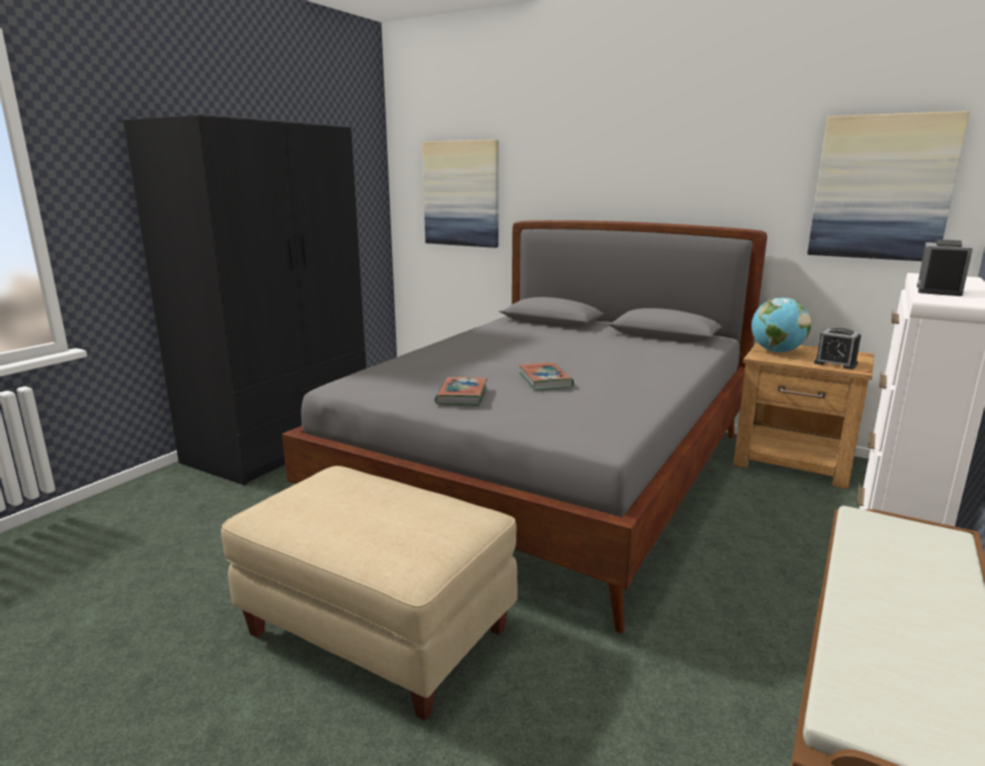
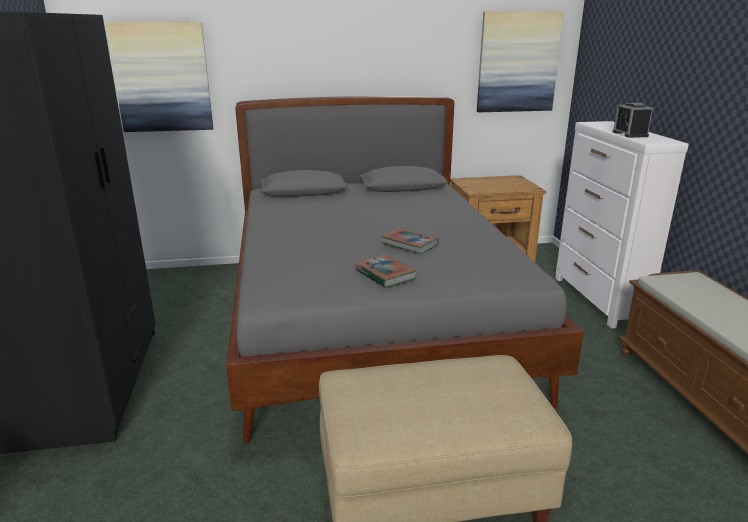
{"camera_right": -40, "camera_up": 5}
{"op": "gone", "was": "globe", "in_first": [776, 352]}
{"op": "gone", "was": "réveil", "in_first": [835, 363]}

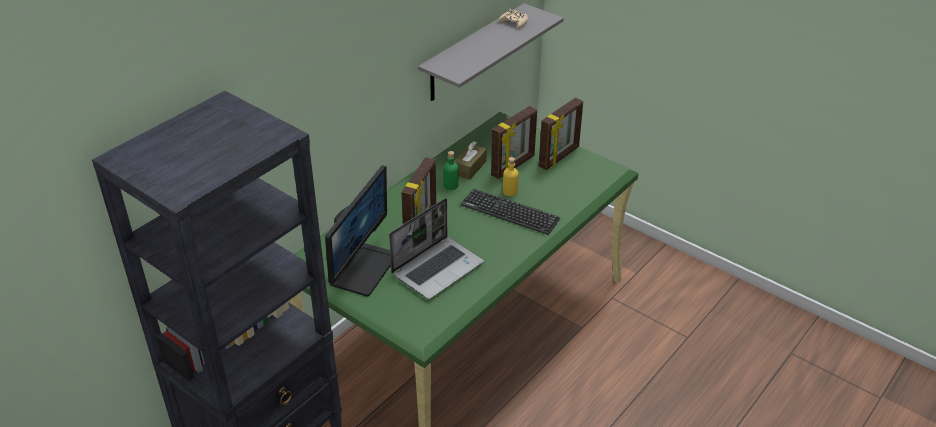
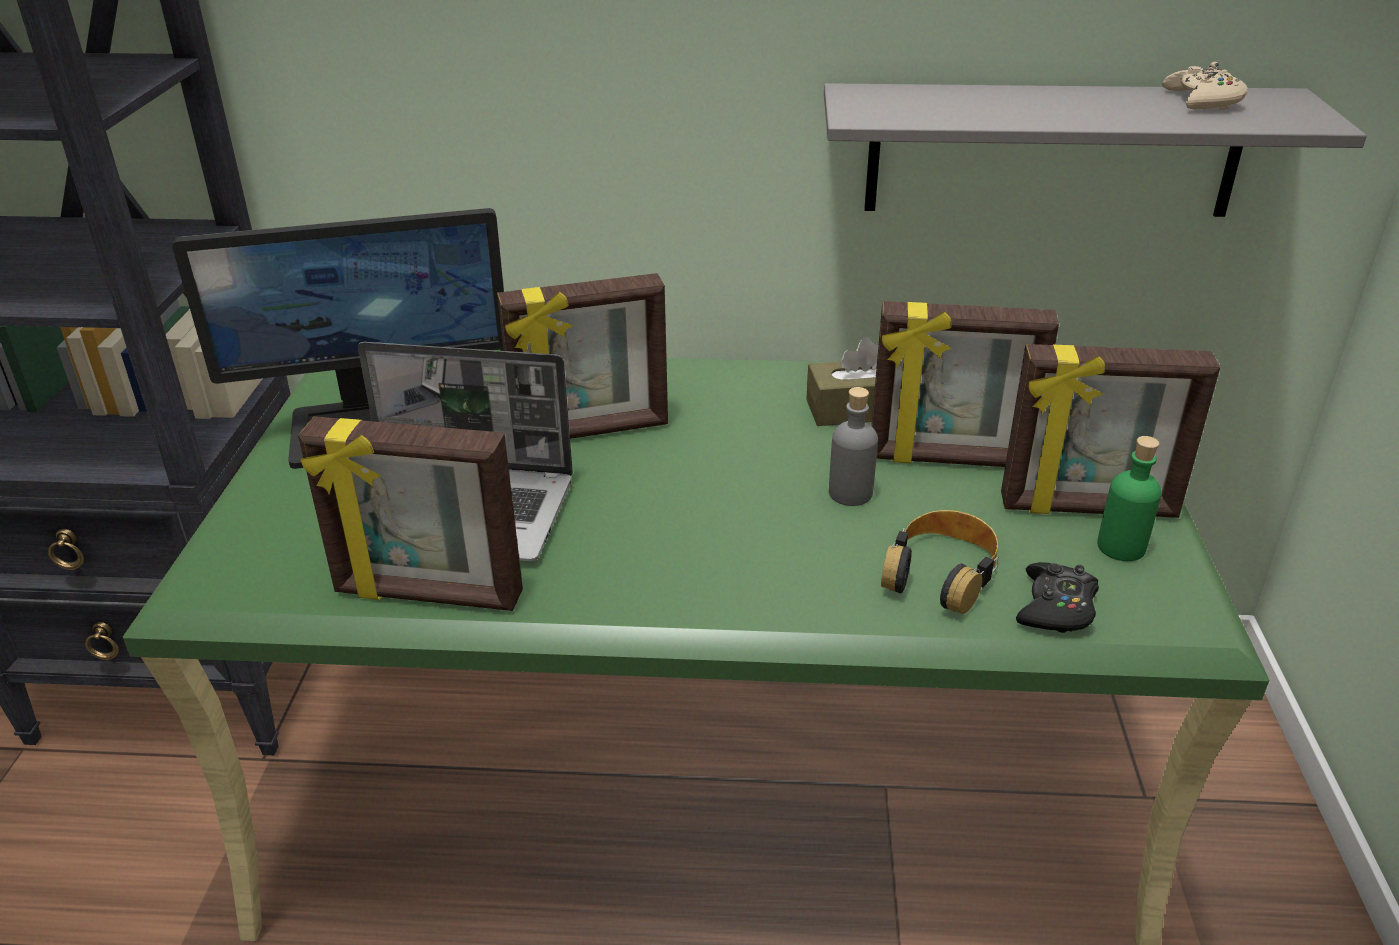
{"camera_right": 55, "camera_up": -5}
{"op": "new", "now": "cadre photo", "in_second": [428, 595]}
{"op": "repainted", "was": "bouteille [jaune]", "now": "bouteille [gris]", "in_first": [510, 191], "in_second": [850, 493]}
{"op": "new", "now": "casque audio", "in_second": [941, 573]}
{"op": "new", "now": "manette [noir]", "in_second": [1056, 608]}
{"op": "shifted", "was": "bouteille [vert]", "in_first": [451, 185], "in_second": [1121, 547]}
{"op": "gone", "was": "clavier", "in_first": [509, 212]}

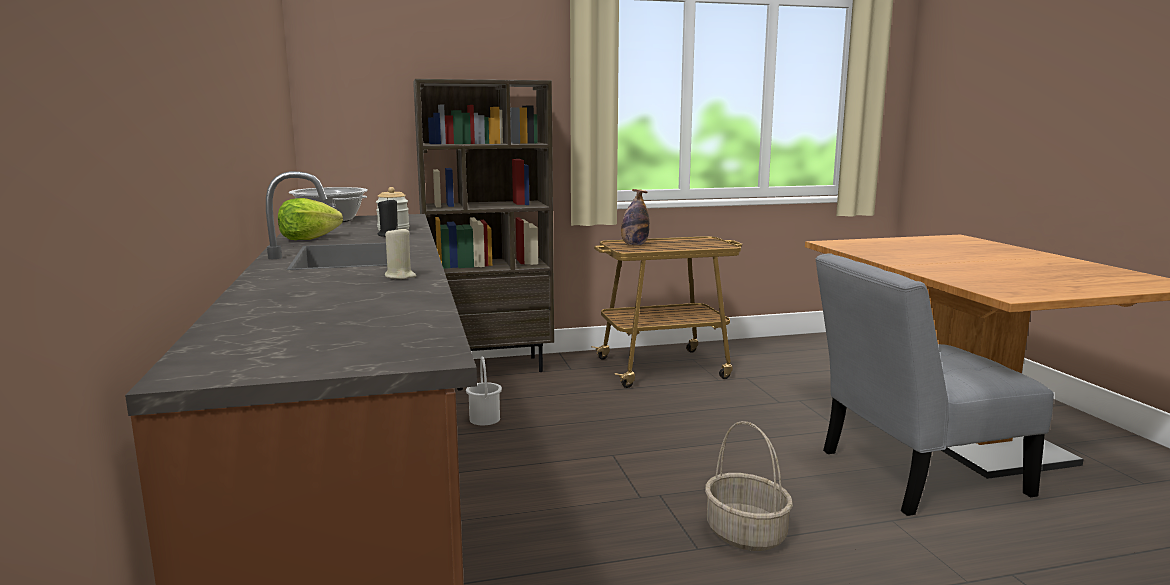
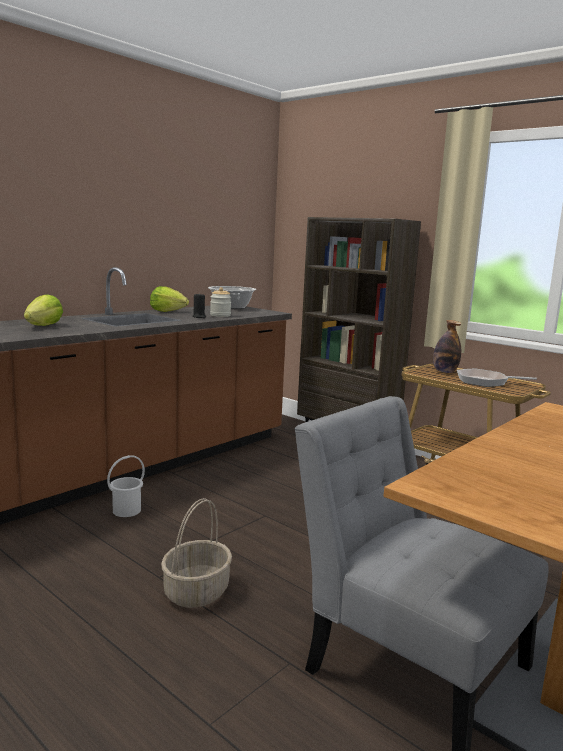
{"camera_right": 55, "camera_up": 0}
{"op": "new", "now": "laitue", "in_second": [43, 326]}
{"op": "shifted", "was": "seau [blanc]", "in_first": [484, 419], "in_second": [126, 510]}
{"op": "new", "now": "poêle", "in_second": [485, 382]}
{"op": "gone", "was": "bougie [beige]", "in_first": [400, 276]}

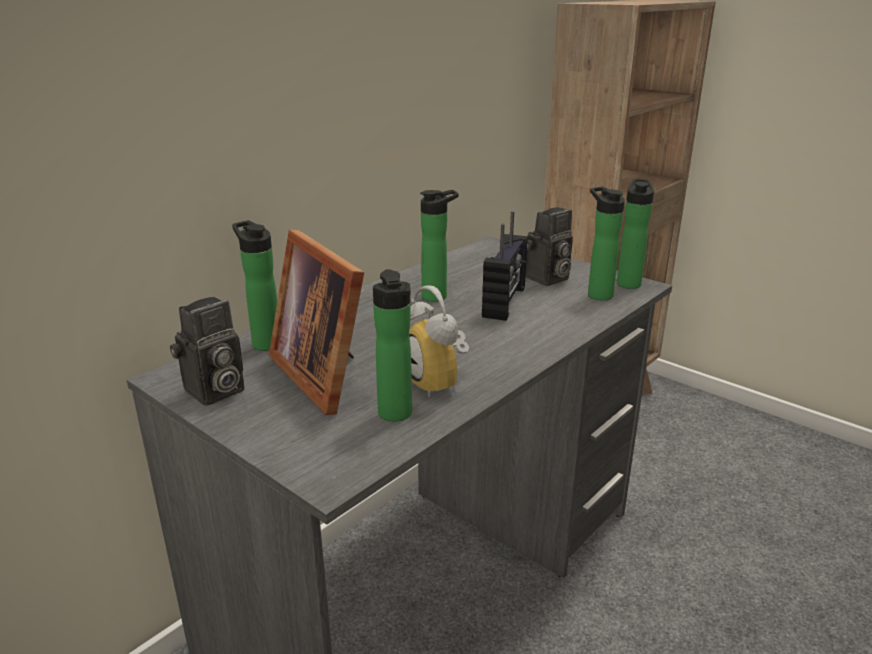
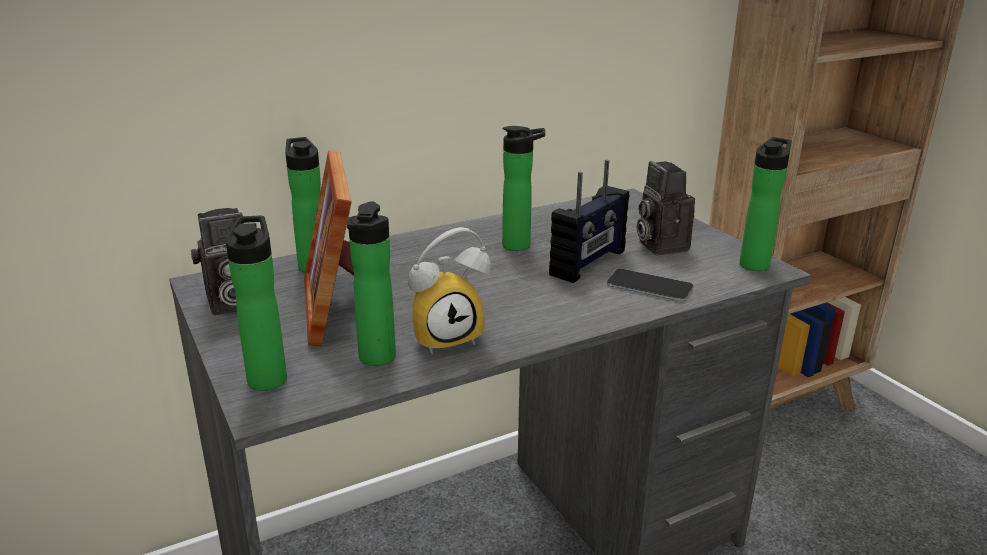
{"camera_right": 20, "camera_up": 0}
{"op": "shifted", "was": "bouteille", "in_first": [597, 294], "in_second": [268, 377]}
{"op": "rotated", "was": "réveil", "in_first": [440, 383], "in_second": [447, 336], "clockwise": -105}
{"op": "new", "now": "téléphone", "in_second": [649, 286]}
{"op": "rotated", "was": "appareil photo", "in_first": [547, 279], "in_second": [659, 245], "clockwise": 90}

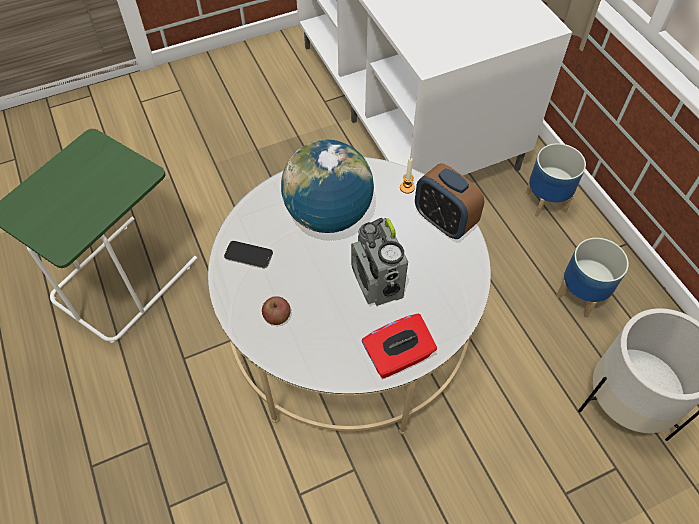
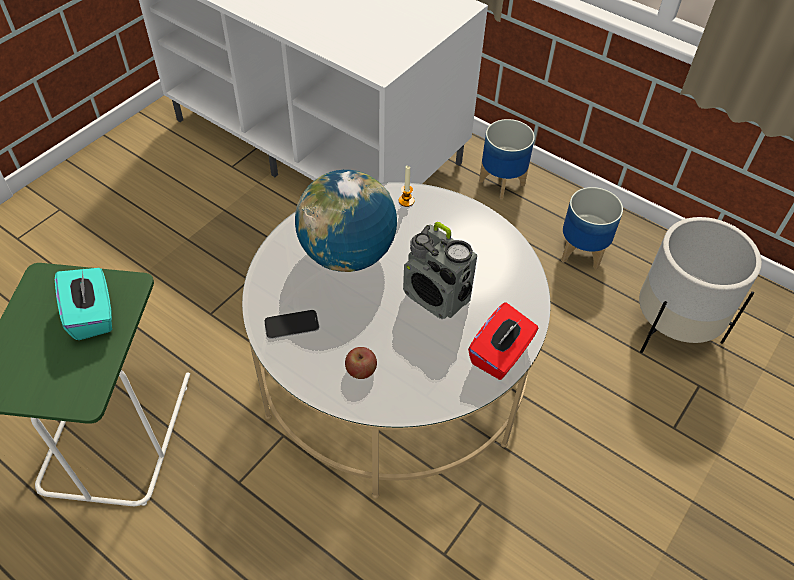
{"camera_right": -30, "camera_up": -5}
{"op": "new", "now": "boîte à mouchoirs [turquoise]", "in_second": [92, 315]}
{"op": "gone", "was": "réveil", "in_first": [444, 221]}

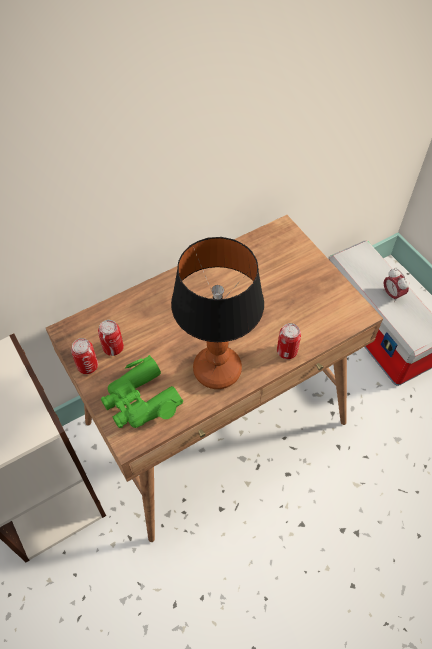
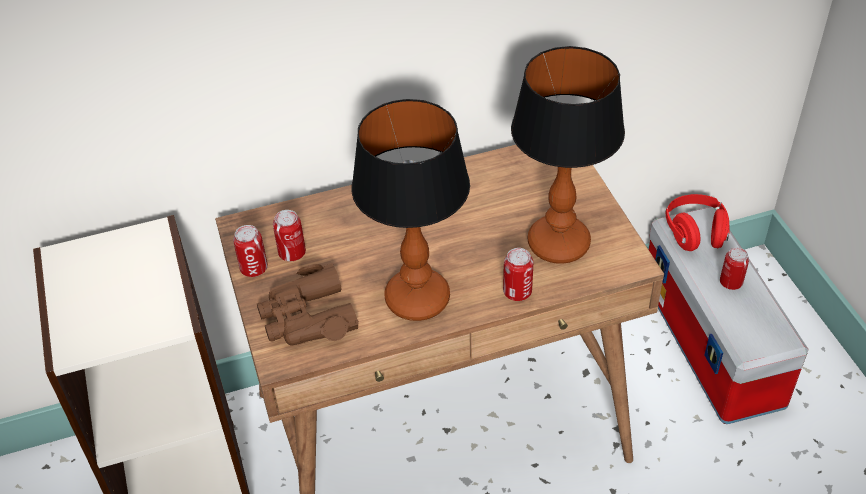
{"camera_right": 15, "camera_up": -10}
{"op": "repainted", "was": "jumelles [vert]", "now": "jumelles [marron]", "in_first": [140, 400], "in_second": [307, 318]}
{"op": "new", "now": "lampe de table", "in_second": [559, 245]}
{"op": "new", "now": "casque audio [rouge]", "in_second": [695, 233]}
{"op": "swapped", "was": "réveil", "now": "boîte métallique", "in_first": [392, 294], "in_second": [731, 282]}

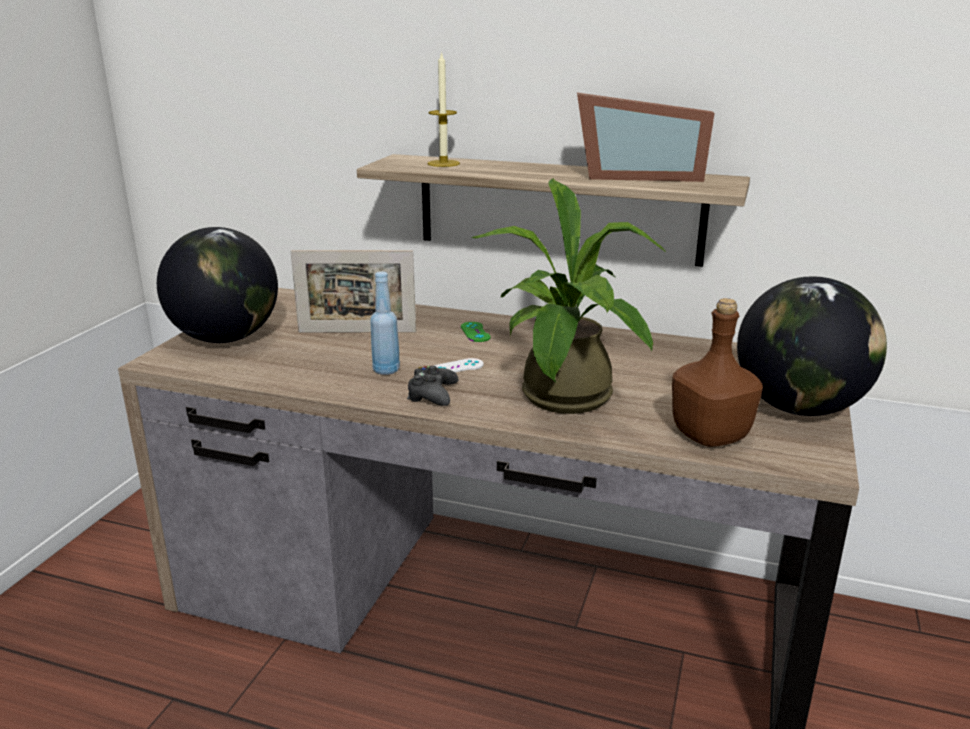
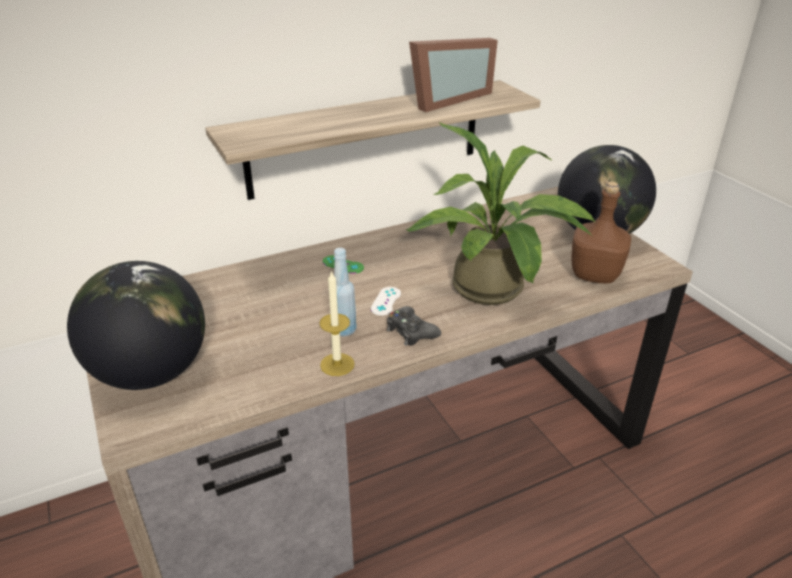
{"camera_right": -45, "camera_up": 10}
{"op": "shifted", "was": "bougie", "in_first": [443, 163], "in_second": [337, 364]}
{"op": "gone", "was": "cadre photo", "in_first": [357, 332]}

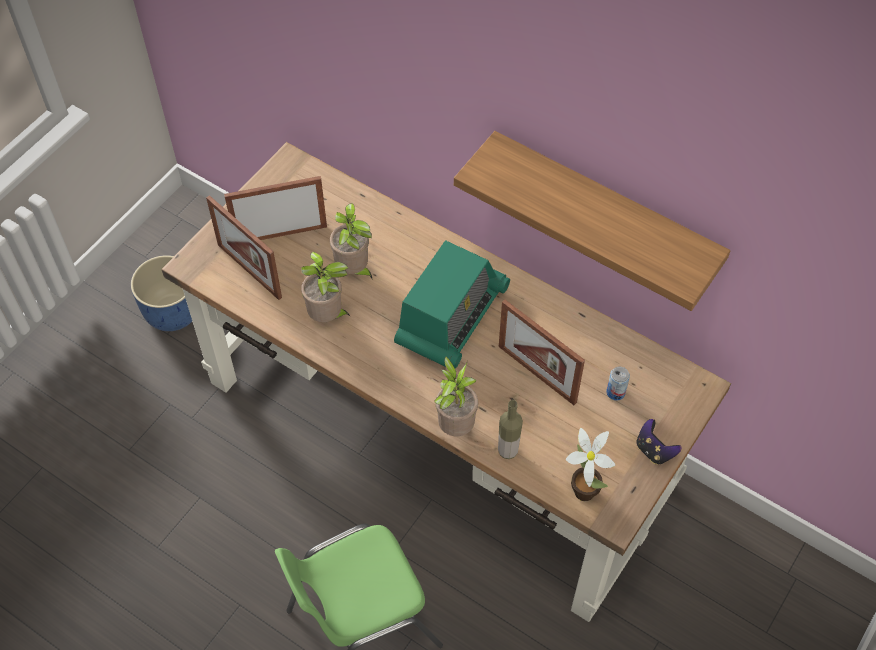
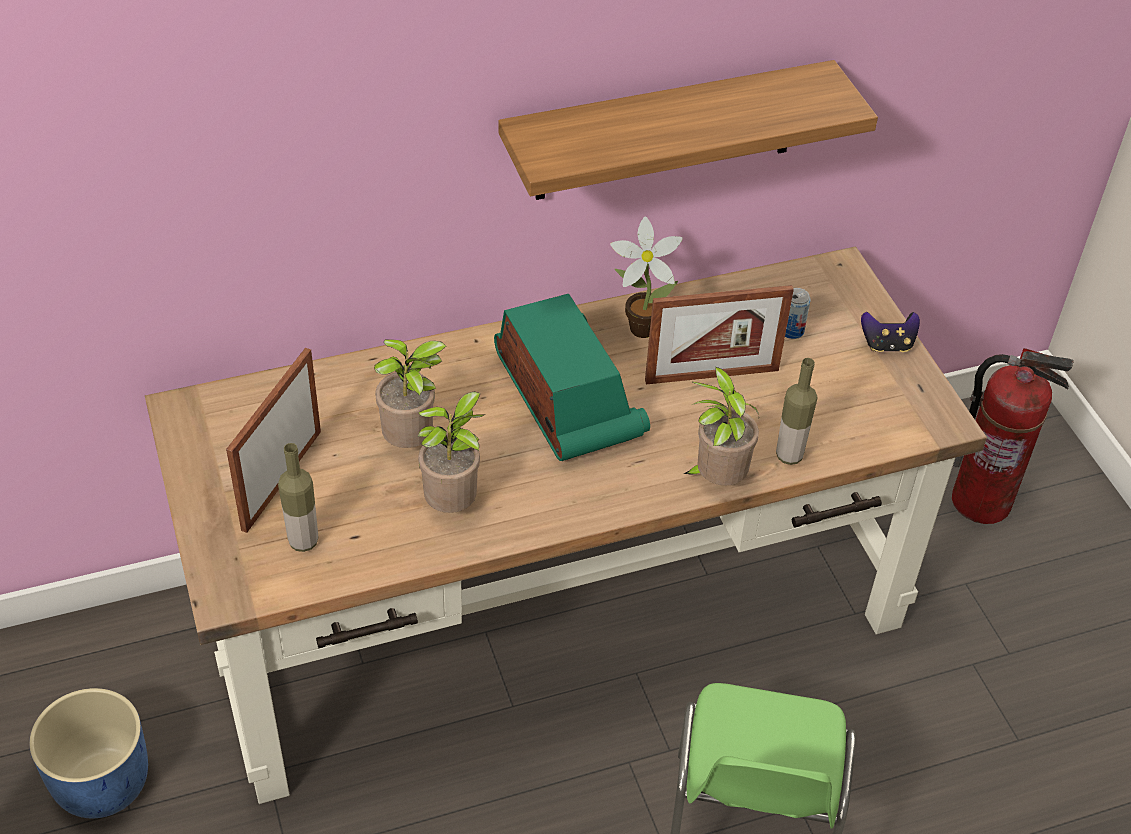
{"camera_right": -55, "camera_up": -10}
{"op": "swapped", "was": "cadre photo", "now": "bouteille", "in_first": [249, 271], "in_second": [303, 541]}
{"op": "shifted", "was": "plante en pot", "in_first": [583, 488], "in_second": [638, 327]}
{"op": "new", "now": "extincteur", "in_second": [981, 502]}

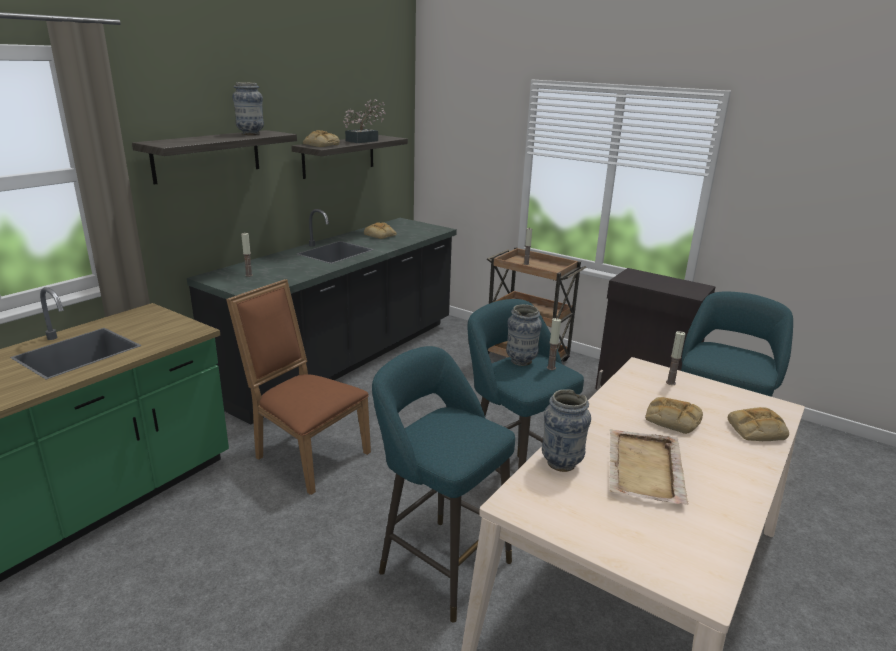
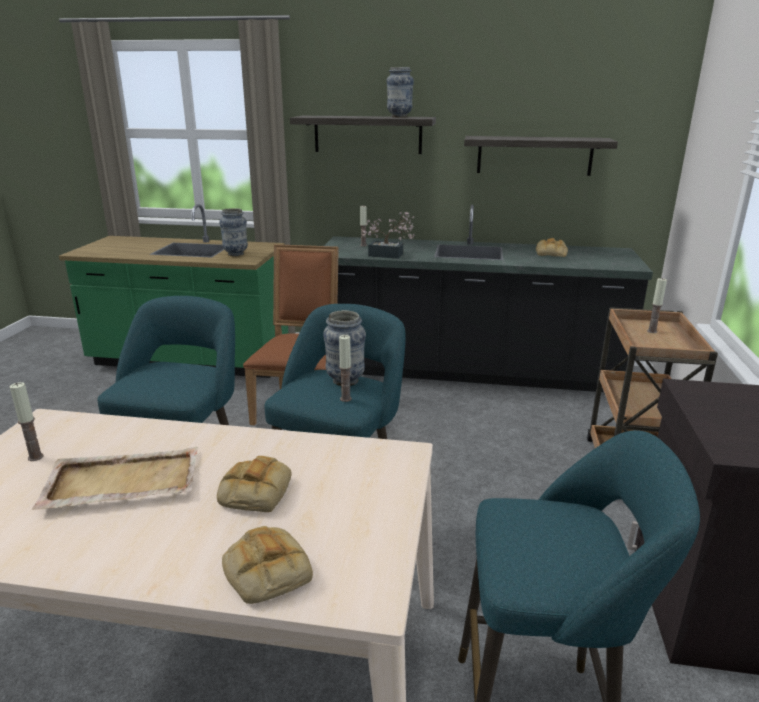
{"camera_right": 65, "camera_up": 0}
{"op": "shifted", "was": "bougie", "in_first": [670, 383], "in_second": [35, 457]}
{"op": "shifted", "was": "vase", "in_first": [561, 463], "in_second": [236, 254]}
{"op": "shifted", "was": "plante en pot", "in_first": [365, 141], "in_second": [389, 255]}
{"op": "gone", "was": "pain", "in_first": [320, 145]}

